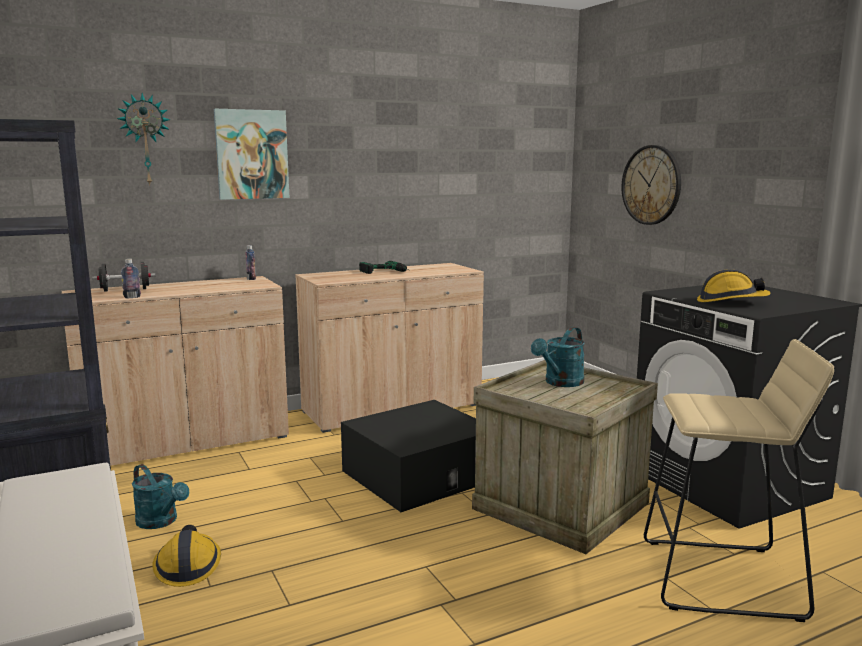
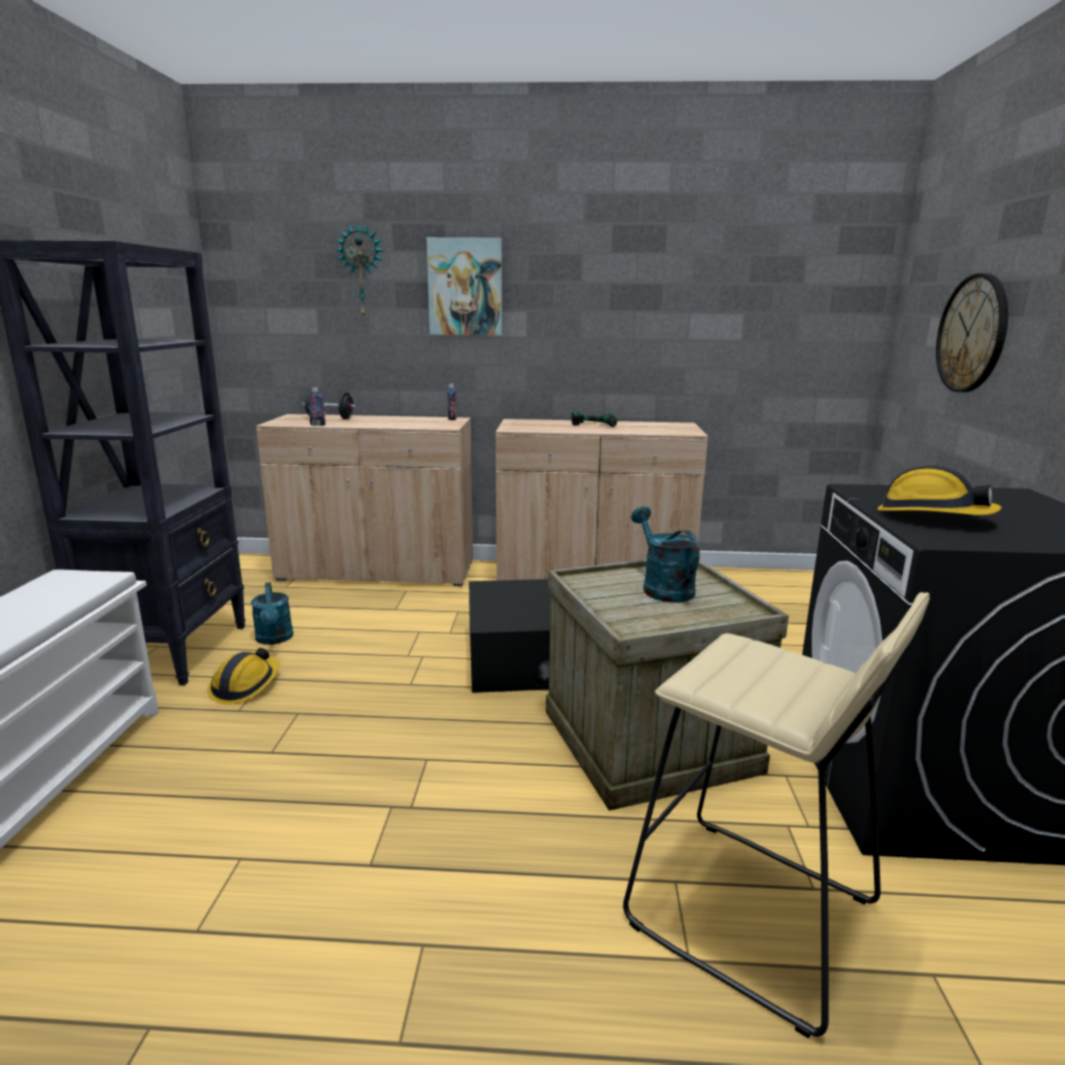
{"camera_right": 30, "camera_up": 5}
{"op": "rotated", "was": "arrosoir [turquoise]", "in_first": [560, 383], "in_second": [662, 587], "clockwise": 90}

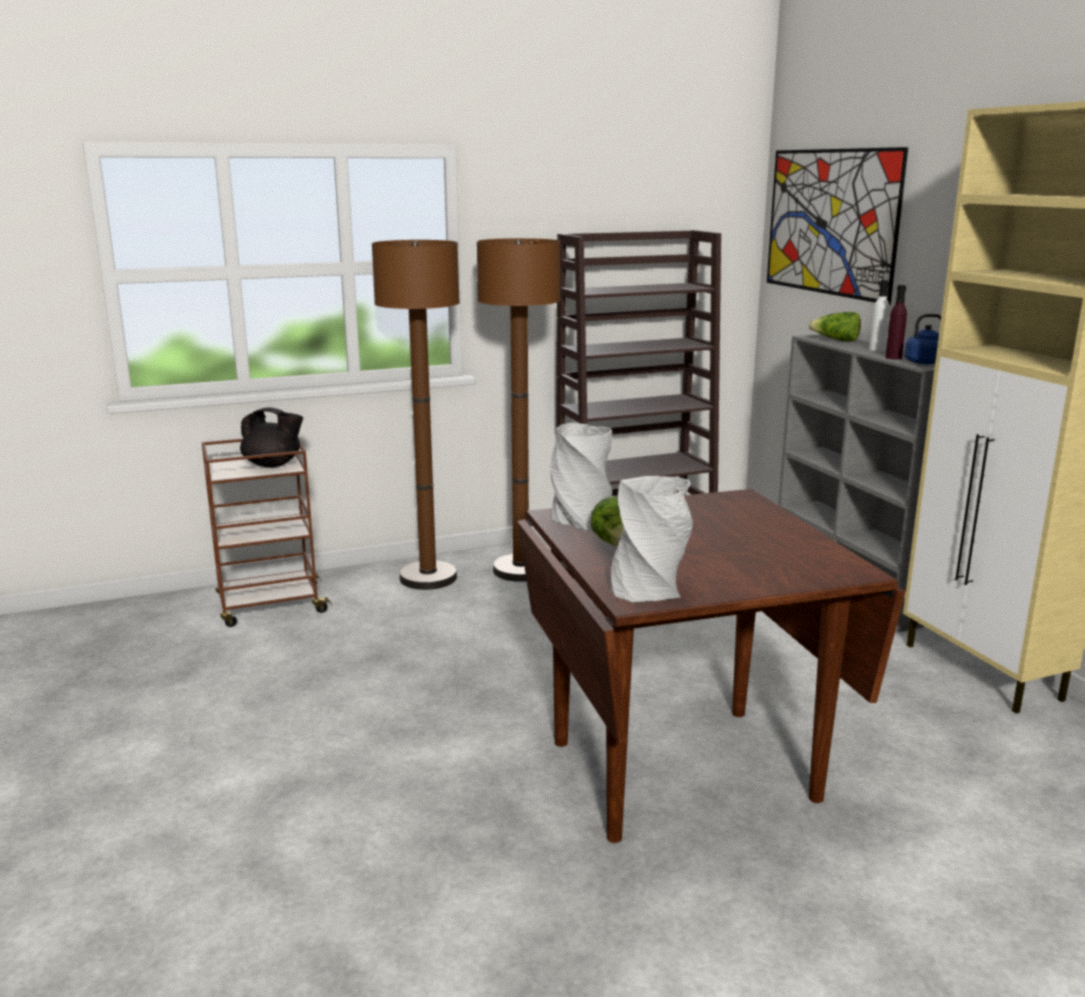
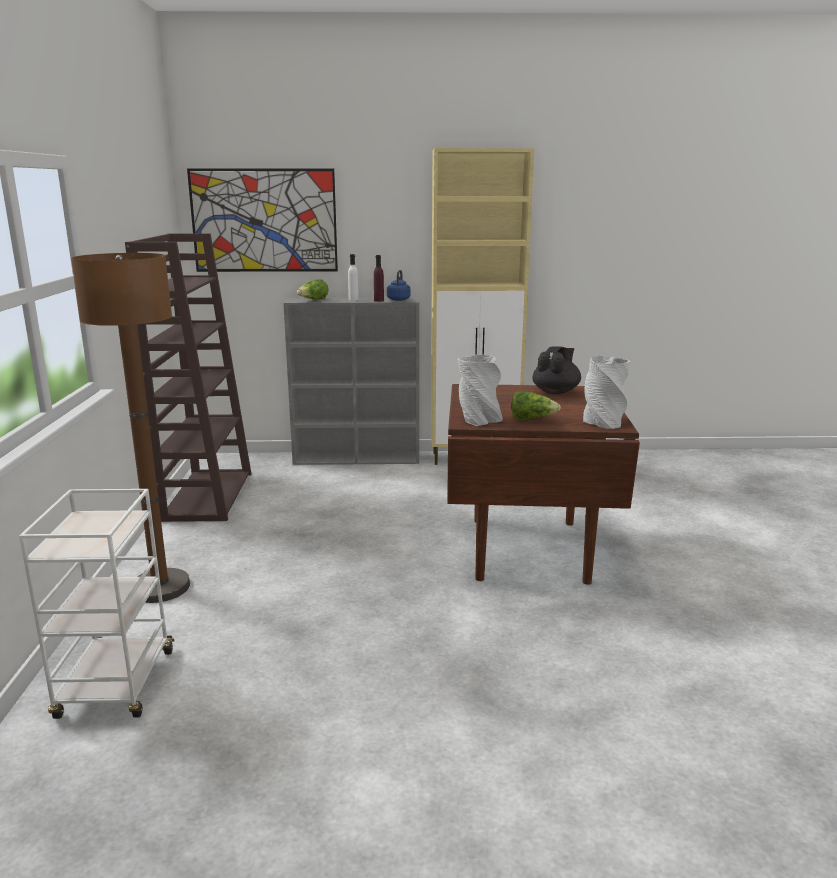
{"camera_right": -70, "camera_up": 0}
{"op": "repainted", "was": "chariot [marron]", "now": "chariot [blanc]", "in_first": [270, 606], "in_second": [116, 685]}
{"op": "shifted", "was": "théière [noir]", "in_first": [273, 465], "in_second": [556, 392]}
{"op": "gone", "was": "lampadaire [marron]", "in_first": [521, 570]}

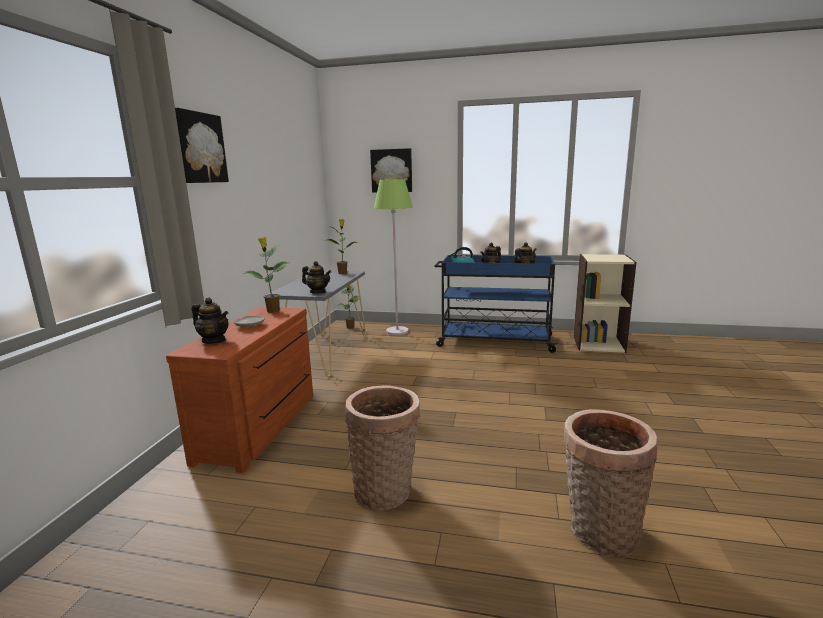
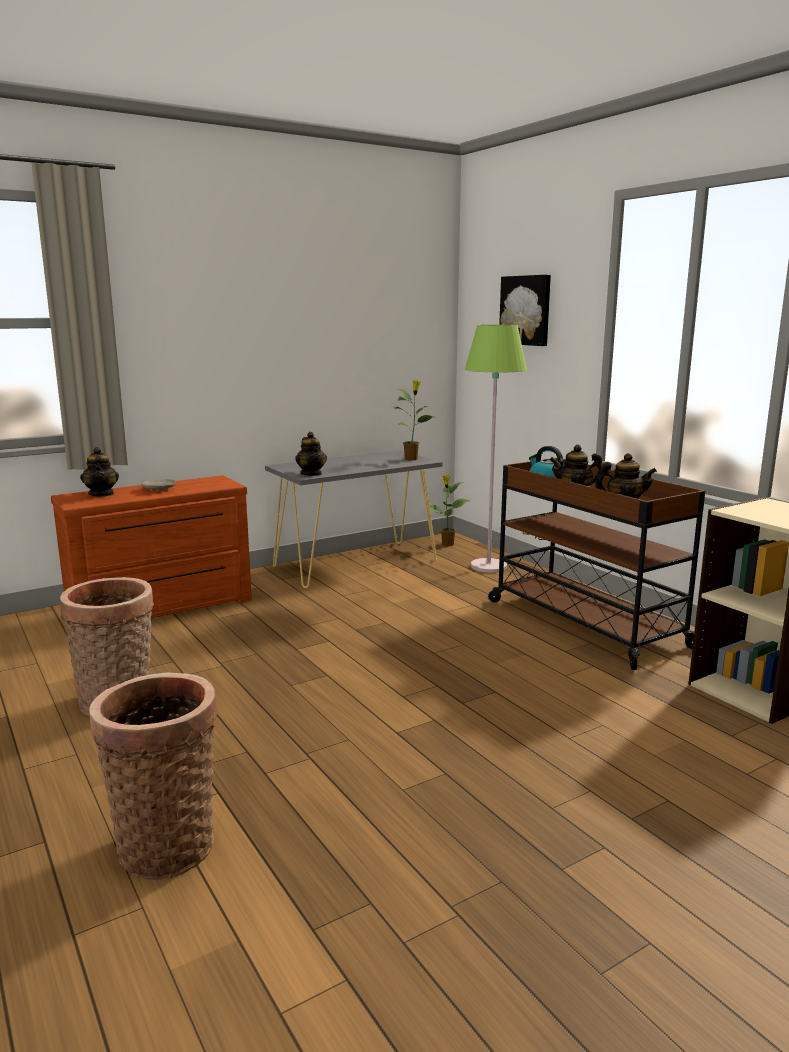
{"camera_right": 45, "camera_up": 0}
{"op": "repainted", "was": "chariot [bleu]", "now": "chariot [marron]", "in_first": [493, 341], "in_second": [583, 622]}
{"op": "gone", "was": "tableau", "in_first": [199, 148]}
{"op": "gone", "was": "plante en pot", "in_first": [272, 311]}

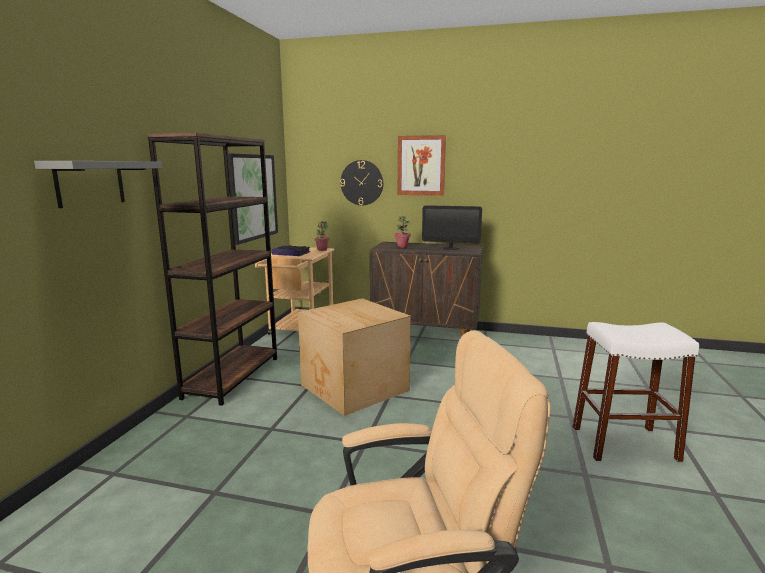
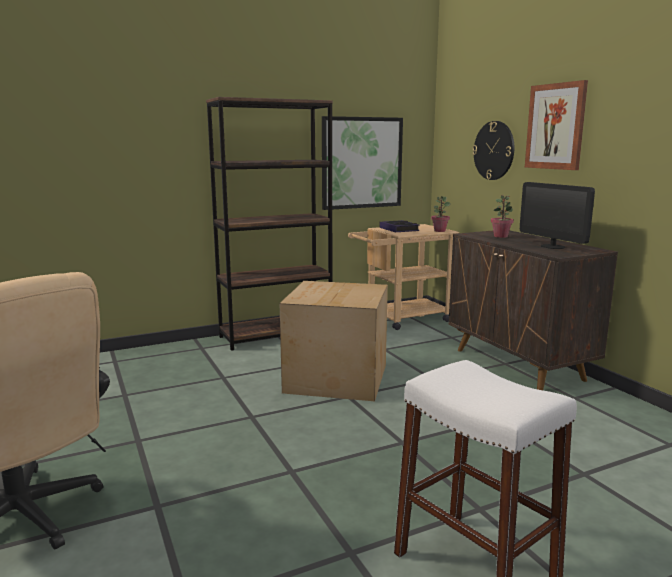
{"camera_right": 50, "camera_up": 0}
{"op": "gone", "was": "étagère [gris]", "in_first": [90, 183]}

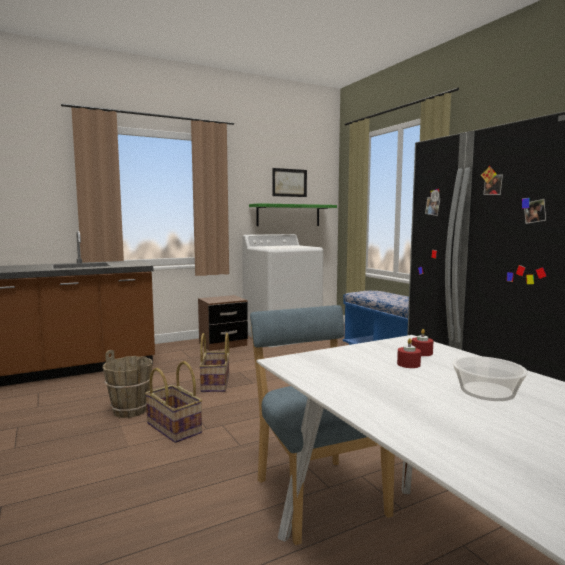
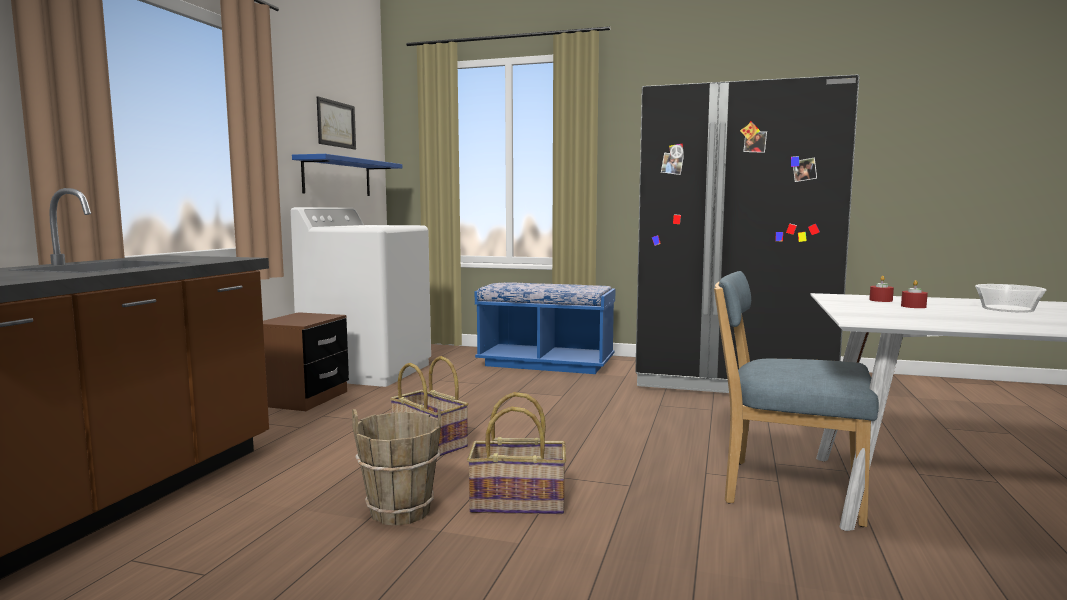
{"camera_right": -45, "camera_up": 0}
{"op": "repainted", "was": "étagère [vert]", "now": "étagère [bleu]", "in_first": [288, 215], "in_second": [337, 177]}

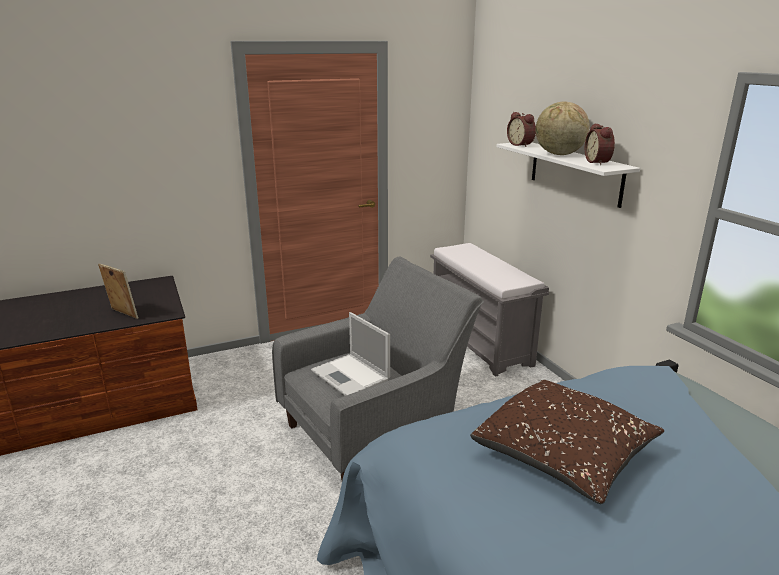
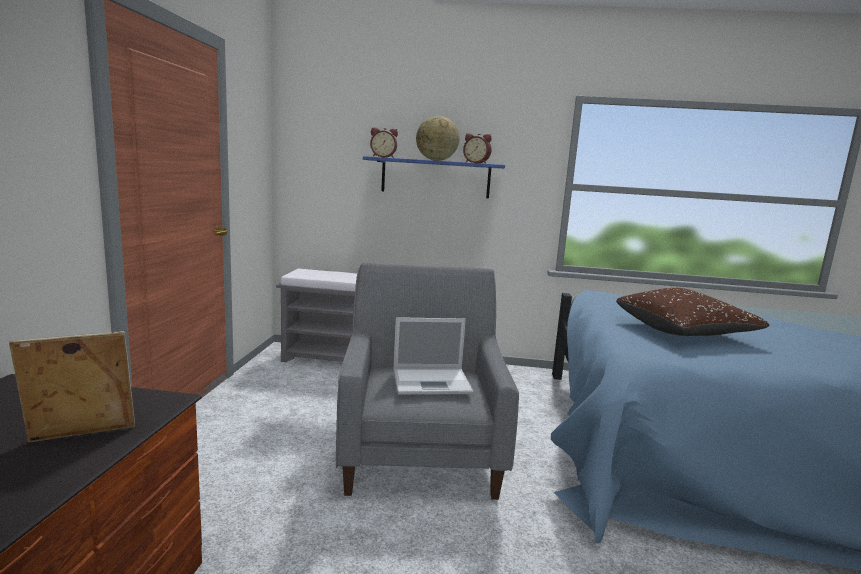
{"camera_right": -60, "camera_up": -10}
{"op": "repainted", "was": "étagère [blanc]", "now": "étagère [bleu]", "in_first": [575, 173], "in_second": [435, 178]}

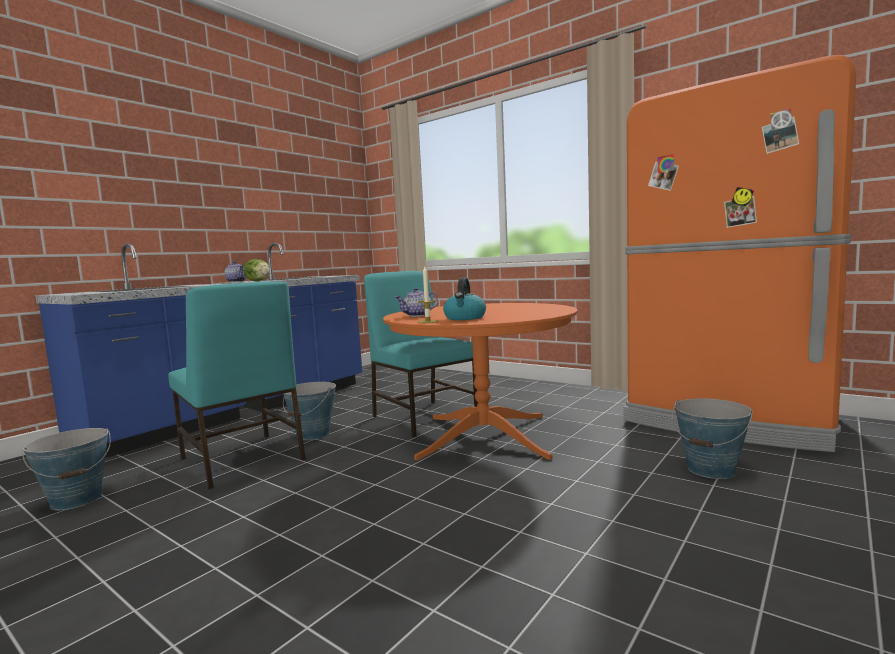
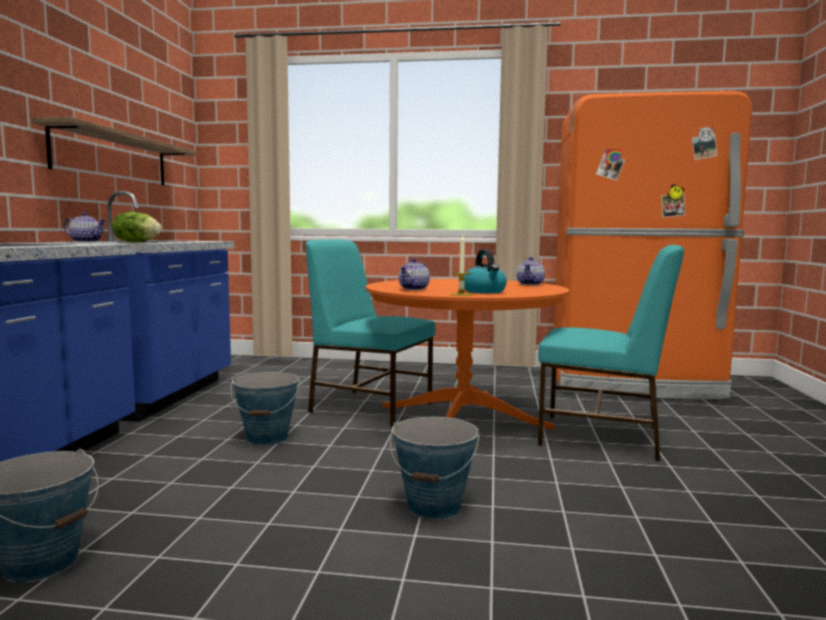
{"camera_right": -30, "camera_up": 0}
{"op": "new", "now": "étagère", "in_second": [112, 157]}
{"op": "shifted", "was": "seau", "in_first": [711, 469], "in_second": [434, 506]}
{"op": "new", "now": "théière", "in_second": [530, 284]}
{"op": "shifted", "was": "chaise [turquoise]", "in_first": [241, 460], "in_second": [602, 437]}

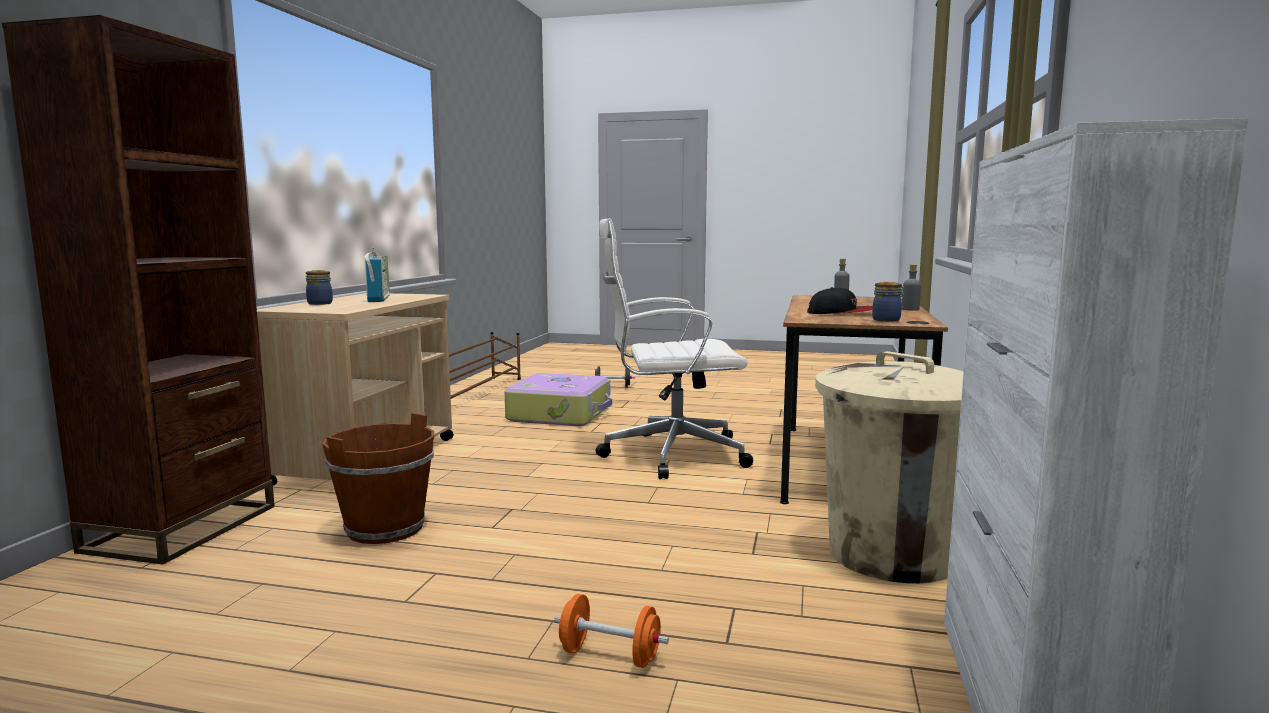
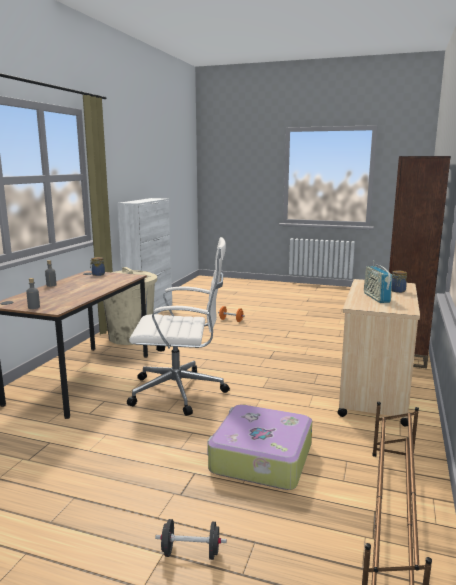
{"camera_right": -175, "camera_up": 5}
{"op": "gone", "was": "seau [marron]", "in_first": [385, 528]}
{"op": "gone", "was": "casquette", "in_first": [841, 313]}

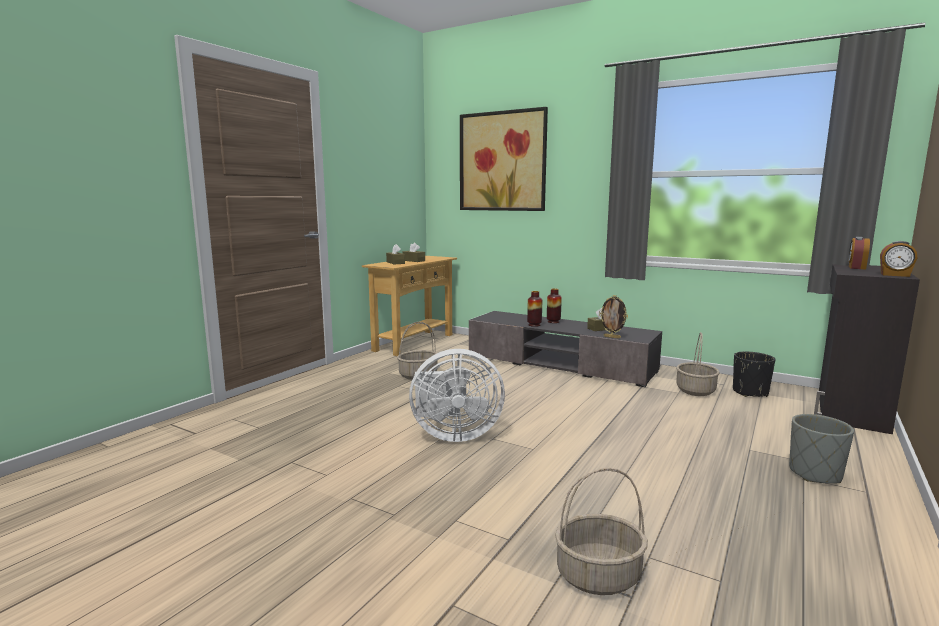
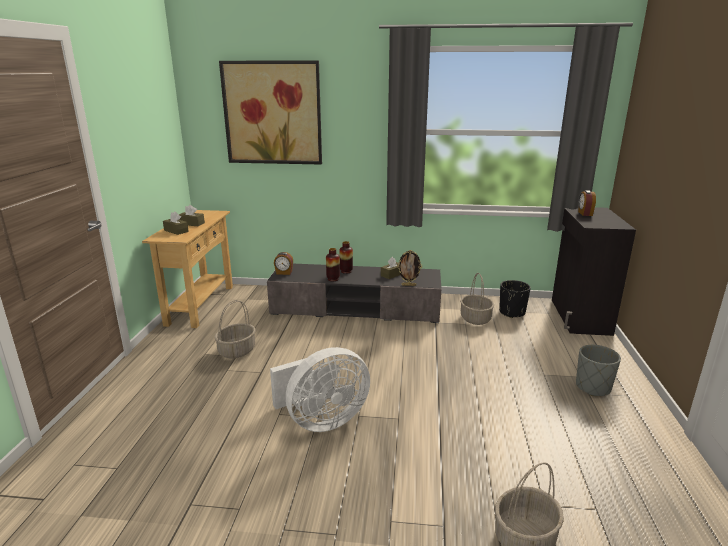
{"camera_right": -25, "camera_up": 10}
{"op": "shifted", "was": "réveil", "in_first": [895, 275], "in_second": [284, 273]}

